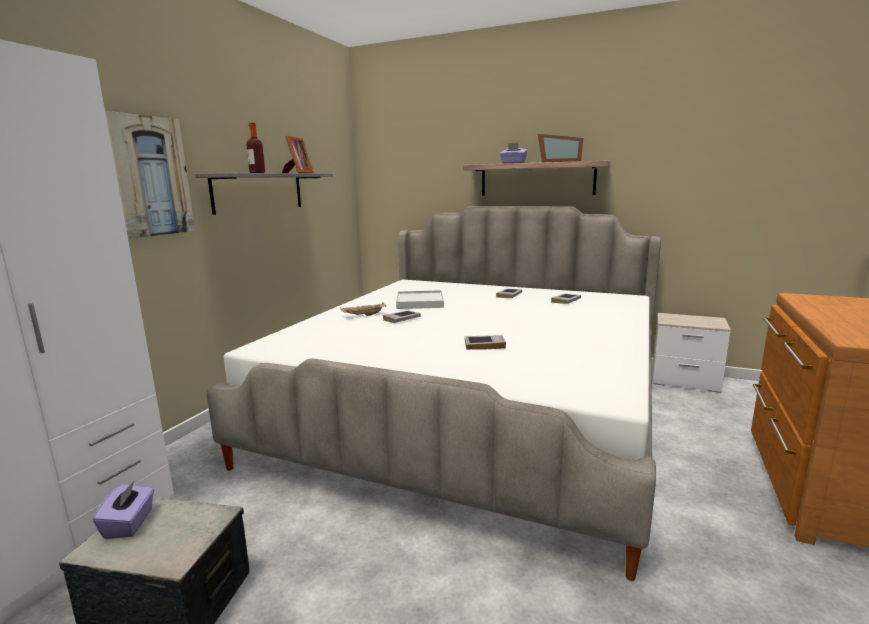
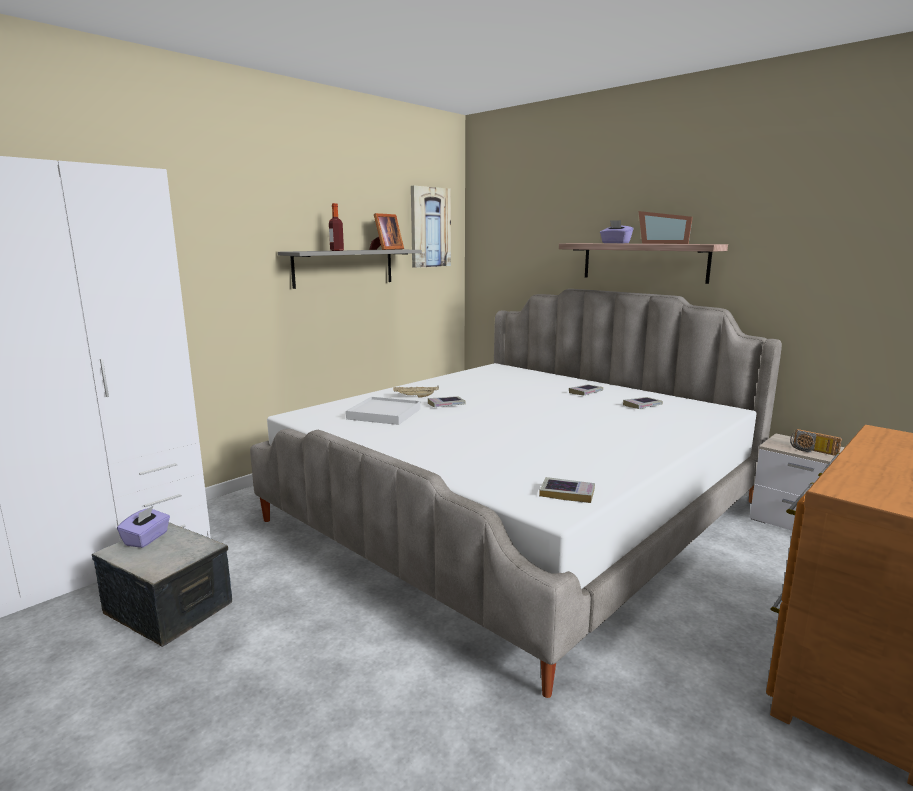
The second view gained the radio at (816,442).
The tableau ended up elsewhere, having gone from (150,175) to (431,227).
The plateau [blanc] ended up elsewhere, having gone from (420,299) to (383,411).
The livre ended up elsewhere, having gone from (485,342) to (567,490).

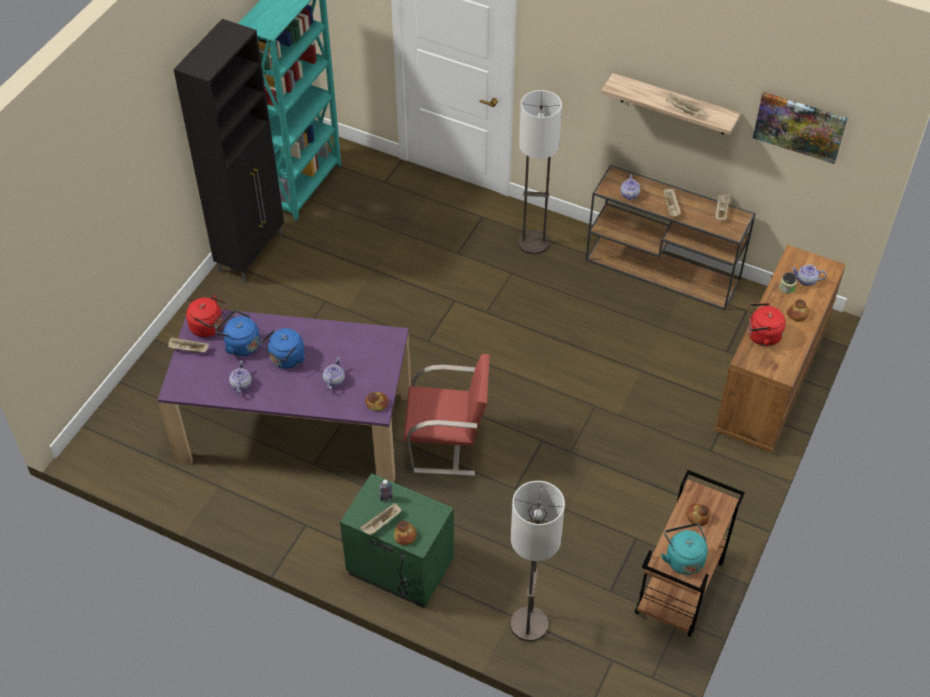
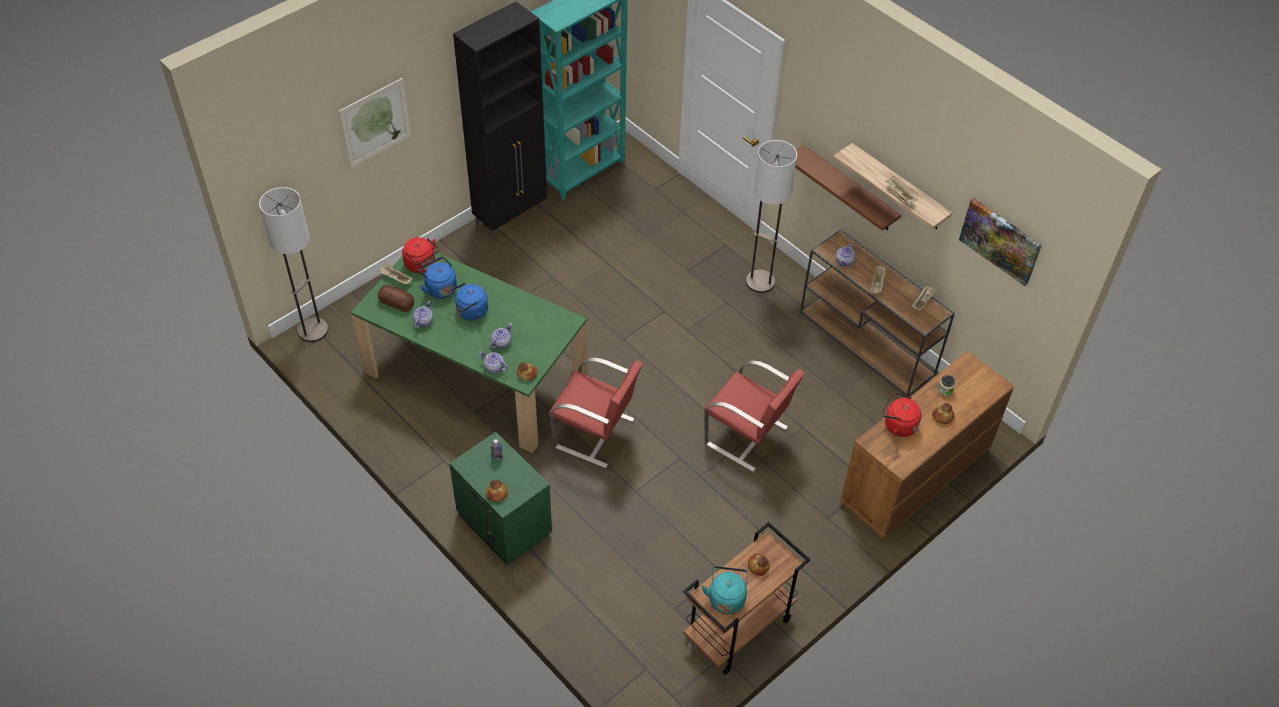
The second view lost the plateau [beige] at (381,519).
The second view gained the tableau at (375,123).
The second view gained the pain at (396,298).
The second view gained the chaise [rouge] at (754,416).
The second view gained the étagère [marron] at (849,188).
The lampadaire ended up elsewhere, having gone from (537,561) to (293,264).
The théière ended up elsewhere, having gone from (809,275) to (493,362).
What was the table à manger [violet] at (284,396) turned into the table à manger [vert] at (469,352).

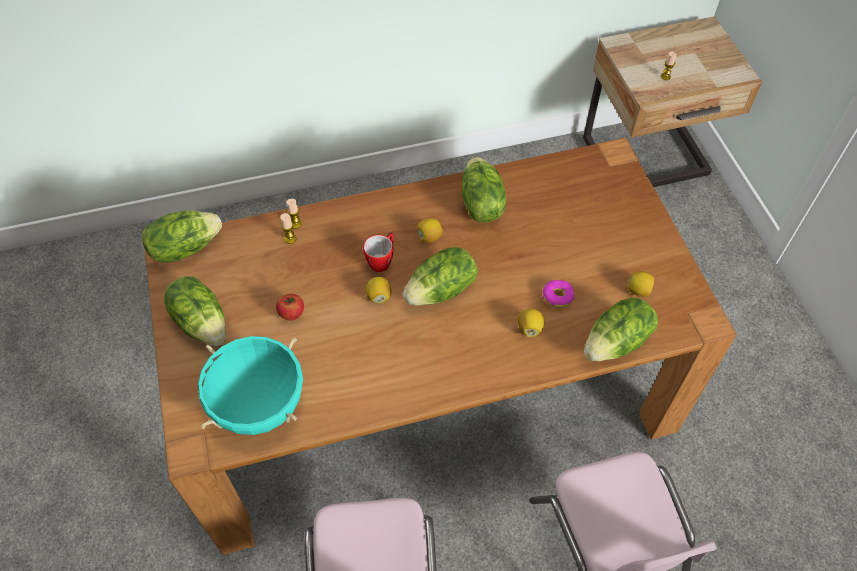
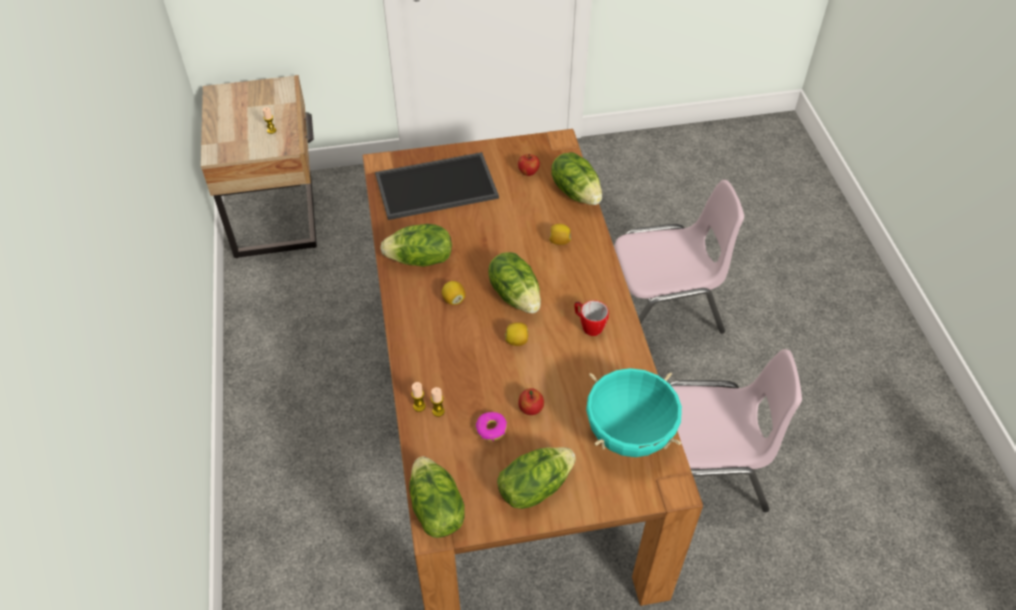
The second view gained the plateau at (437,186).
The mug ended up elsewhere, having gone from (378,252) to (592,318).
The beignet ended up elsewhere, having gone from (558,294) to (491,426).
Where the citron stood at (640,284), the pomme came to stand at (529,165).

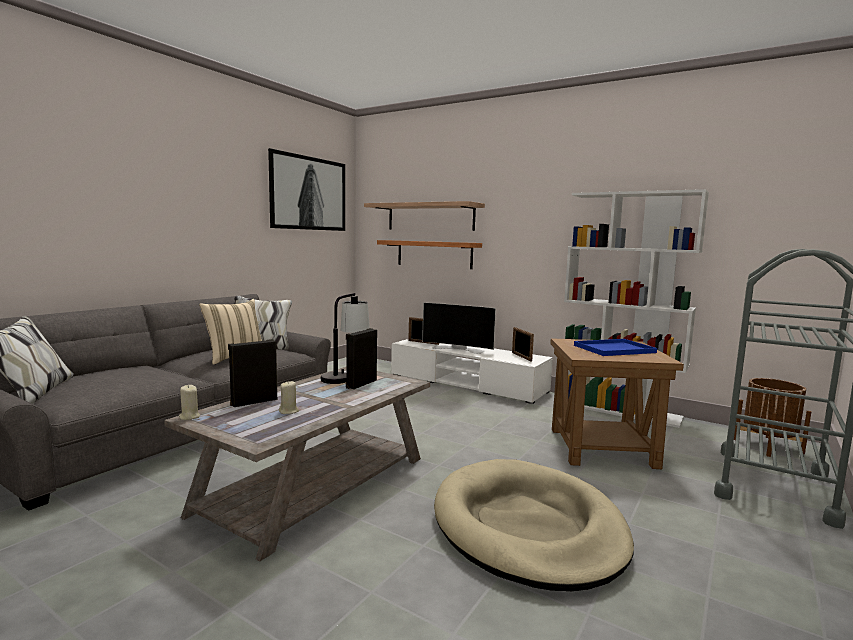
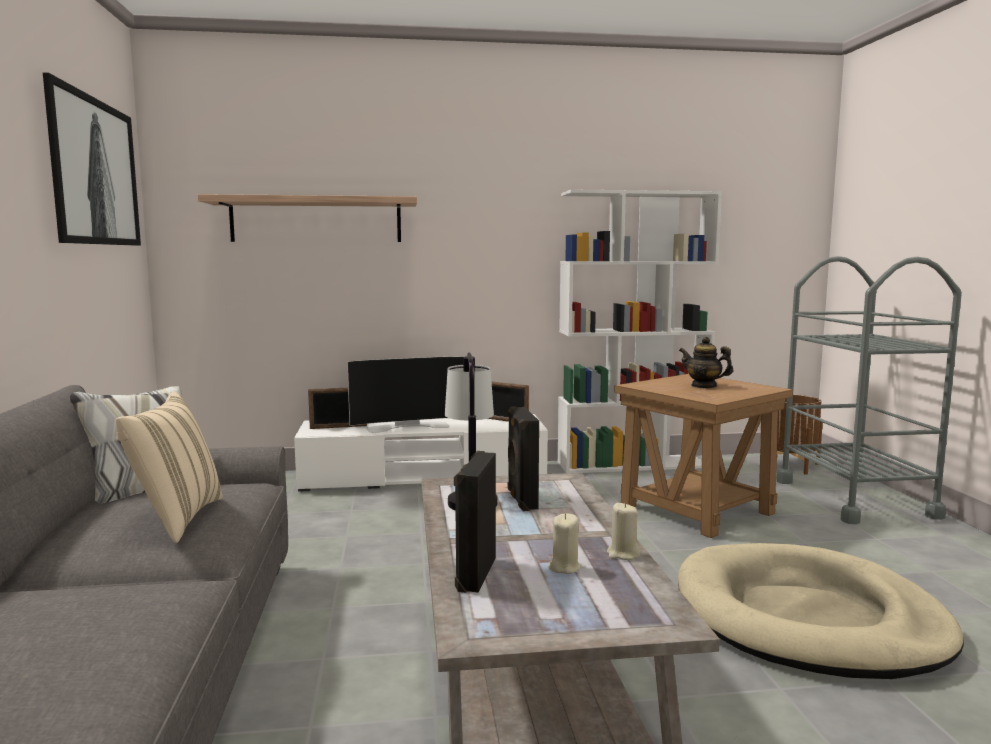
The second view lost the étagère at (429,254).
The bougie [beige] ended up elsewhere, having gone from (189,402) to (623,531).
Where the plateau [bleu] stood at (615,347), the théière came to stand at (706,362).

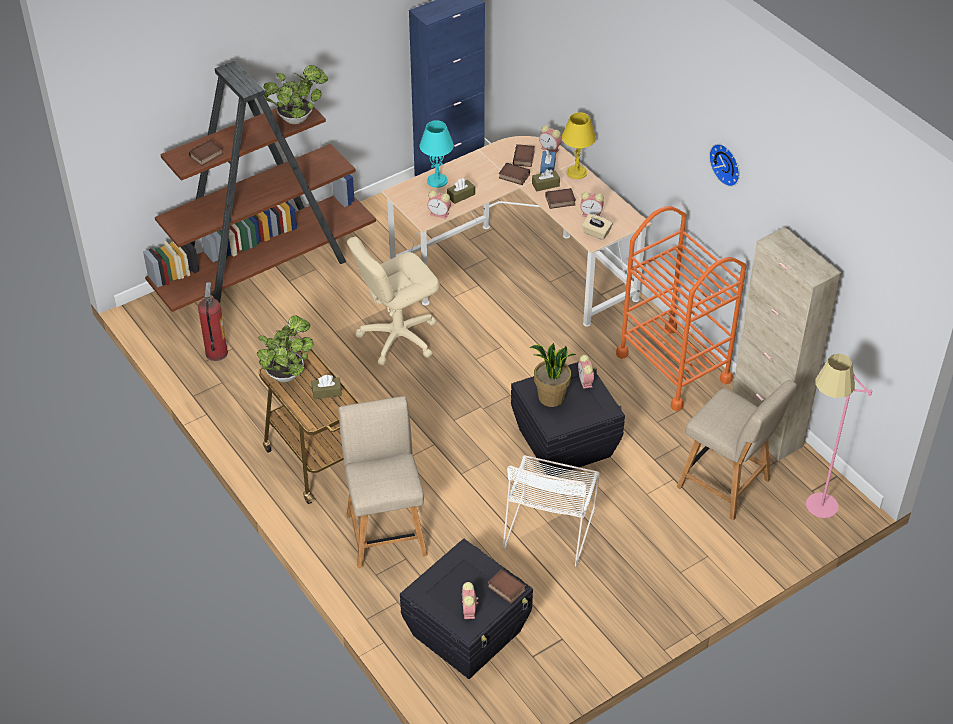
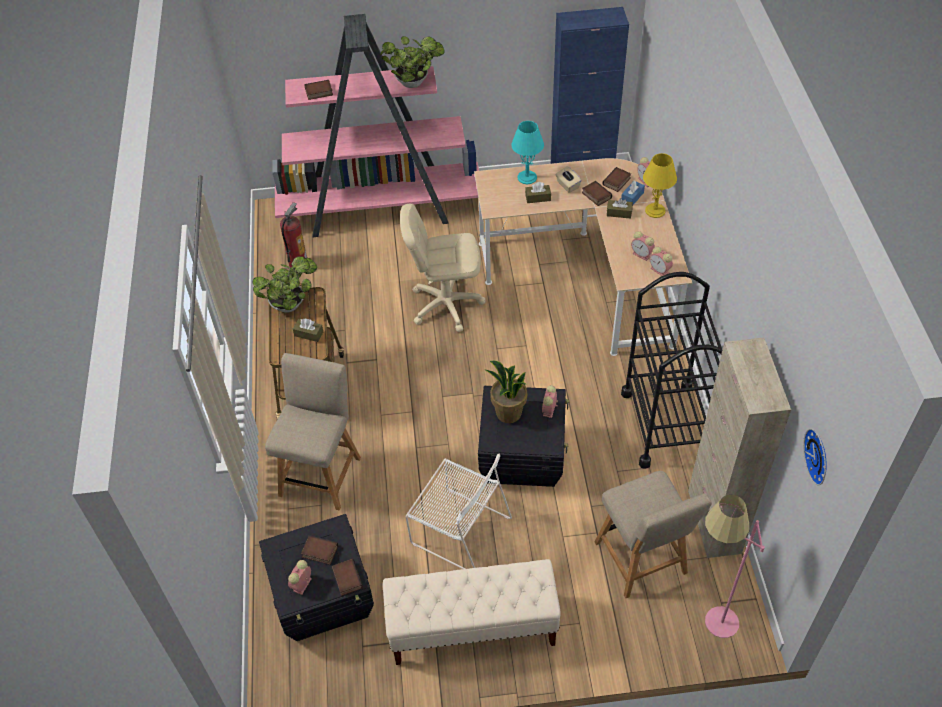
The second view gained the banc [beige] at (472,612).
The réveil ended up elsewhere, having gone from (439,205) to (661,261).
The livre ended up elsewhere, having gone from (560,198) to (319,550).
The boîte à mouchoirs [beige] ended up elsewhere, having gone from (597,227) to (568,179).
The horloge murale ended up elsewhere, having gone from (724,165) to (815,456).
What was the bibliothèque [marron] at (259,186) turned into the bibliothèque [rose] at (375,125).
What was the chariot [orange] at (681,308) turned into the chariot [noir] at (671,370).
The chaise [blanc] at (551,511) ended up facing another way, 105 degrees counterclockwise from before.

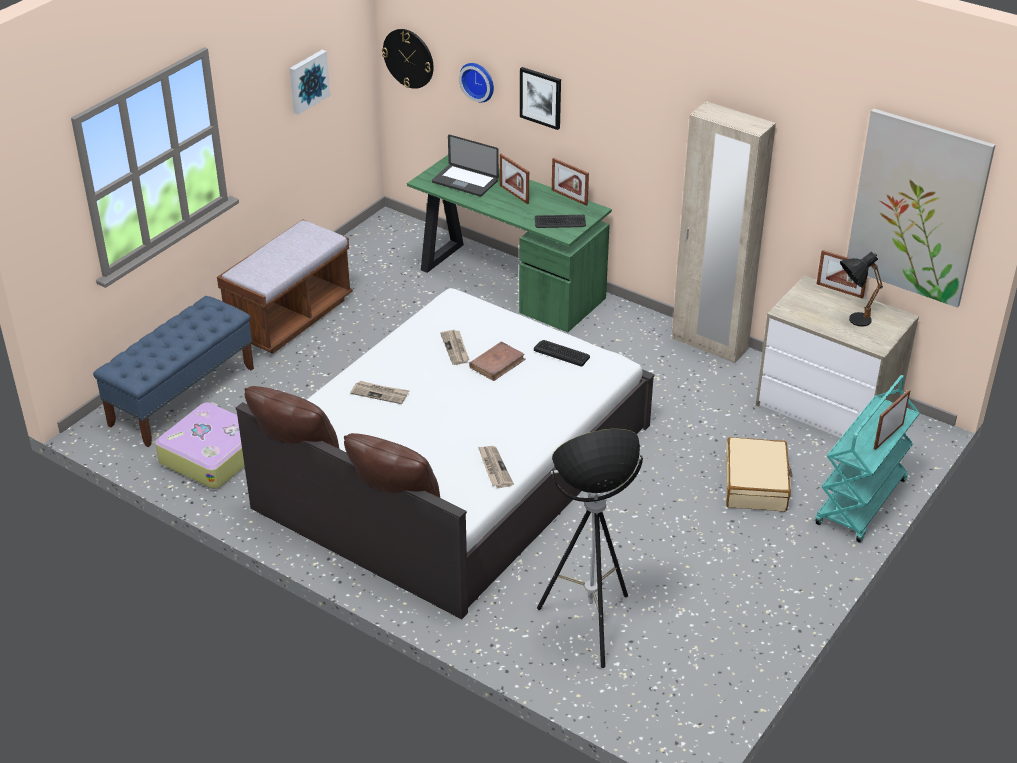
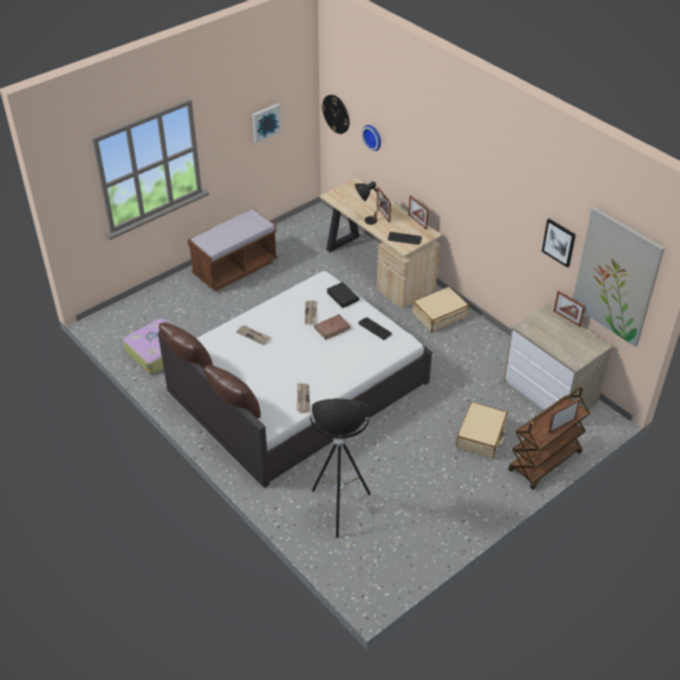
The second view lost the banc [bleu] at (173,371).
The second view lost the ordinateur portable at (465,166).
The second view lost the armoire [beige] at (724,232).
The second view gained the livre [noir] at (342,295).
The second view gained the valise [beige] at (440,309).
The tableau ended up elsewhere, having gone from (540,98) to (559,243).
The lampe de table [noir] ended up elsewhere, having gone from (861,289) to (369,203).
What was the bureau [vert] at (509,243) turned into the bureau [beige] at (380,243).
What was the chariot [turquoise] at (867,459) turned into the chariot [marron] at (549,438).

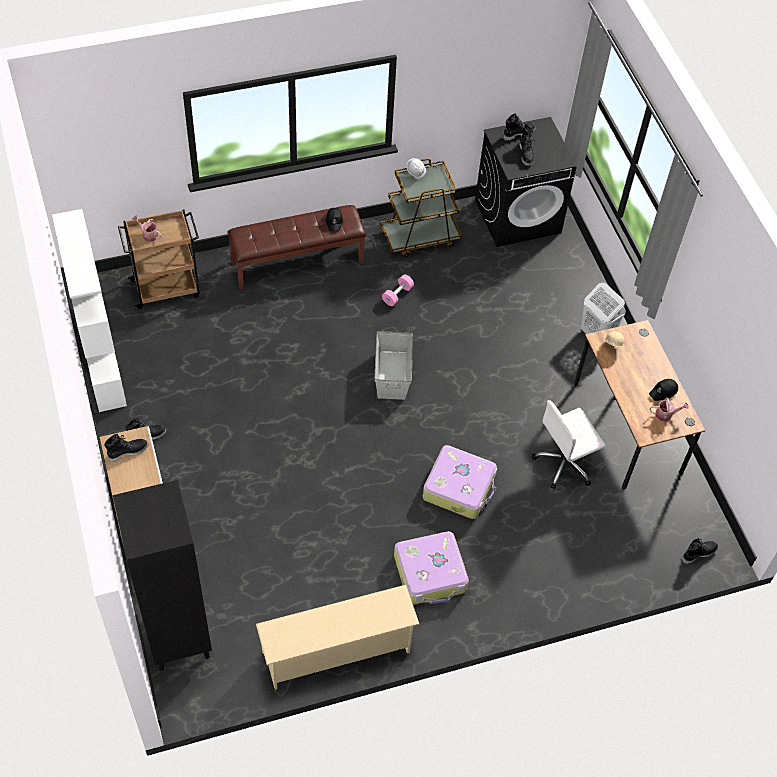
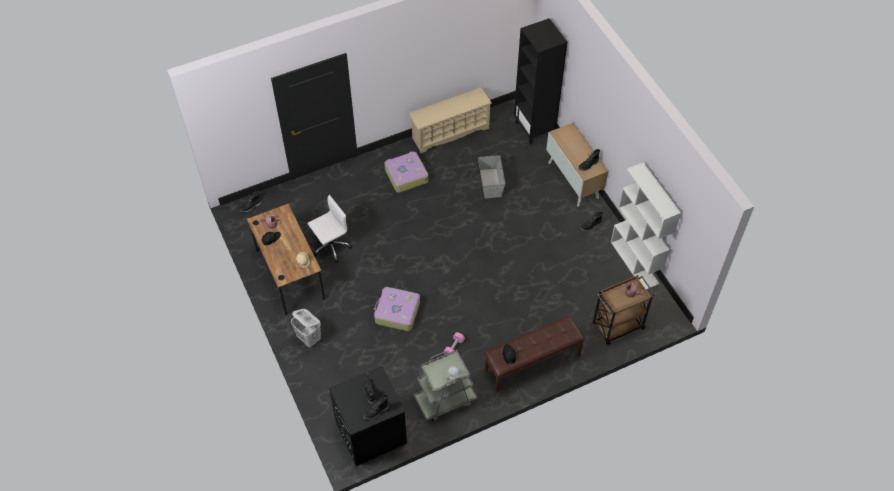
The boîte de rangement [gris] ended up elsewhere, having gone from (393,365) to (491,177).
The valise ended up elsewhere, having gone from (459,482) to (397,309).
What was the chariot [marron] at (421,207) turned into the chariot [gris] at (445,385).

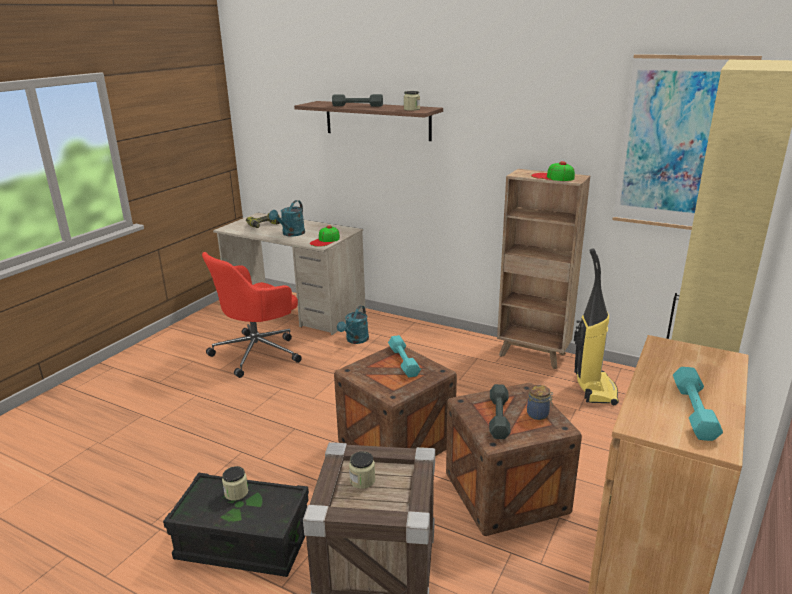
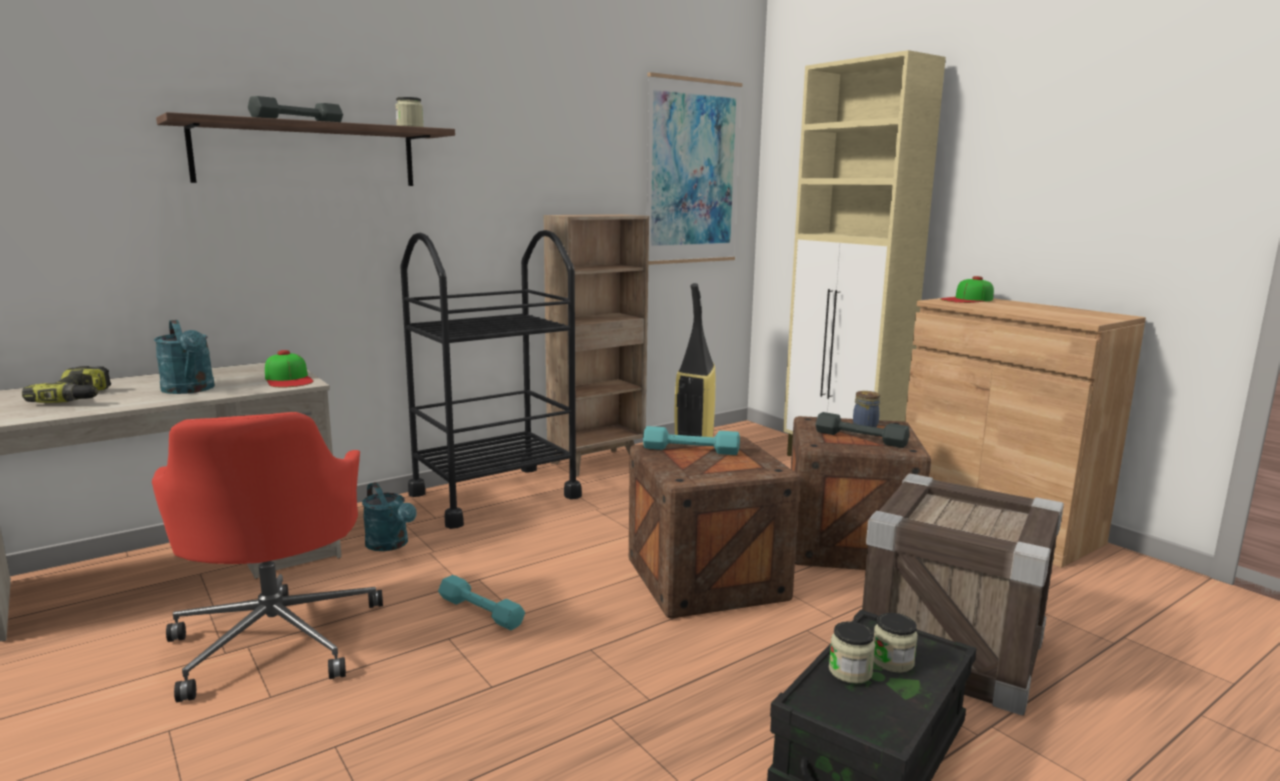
The second view gained the chariot [noir] at (491,379).
The bocal ended up elsewhere, having gone from (362,470) to (896,642).
The casquette ended up elsewhere, having gone from (553,171) to (967,289).
The haltère [turquoise] ended up elsewhere, having gone from (698,404) to (481,602).

